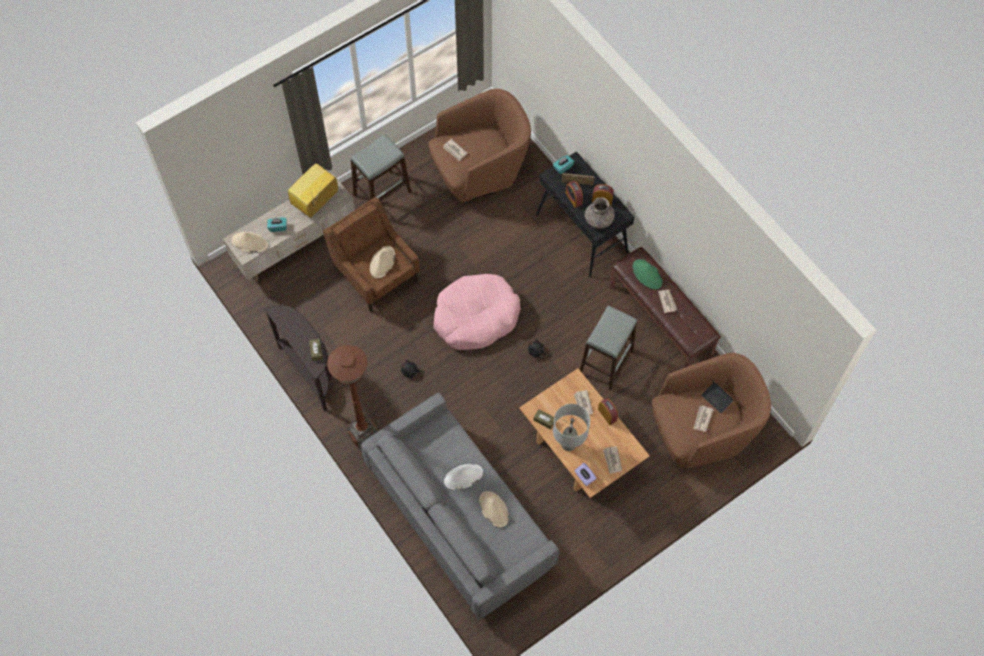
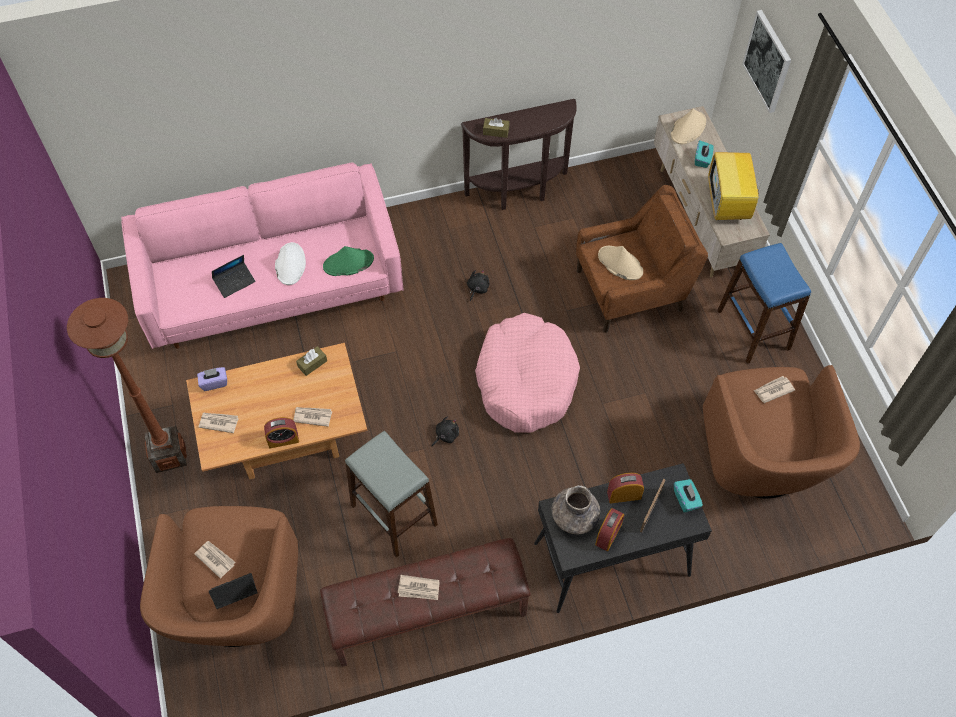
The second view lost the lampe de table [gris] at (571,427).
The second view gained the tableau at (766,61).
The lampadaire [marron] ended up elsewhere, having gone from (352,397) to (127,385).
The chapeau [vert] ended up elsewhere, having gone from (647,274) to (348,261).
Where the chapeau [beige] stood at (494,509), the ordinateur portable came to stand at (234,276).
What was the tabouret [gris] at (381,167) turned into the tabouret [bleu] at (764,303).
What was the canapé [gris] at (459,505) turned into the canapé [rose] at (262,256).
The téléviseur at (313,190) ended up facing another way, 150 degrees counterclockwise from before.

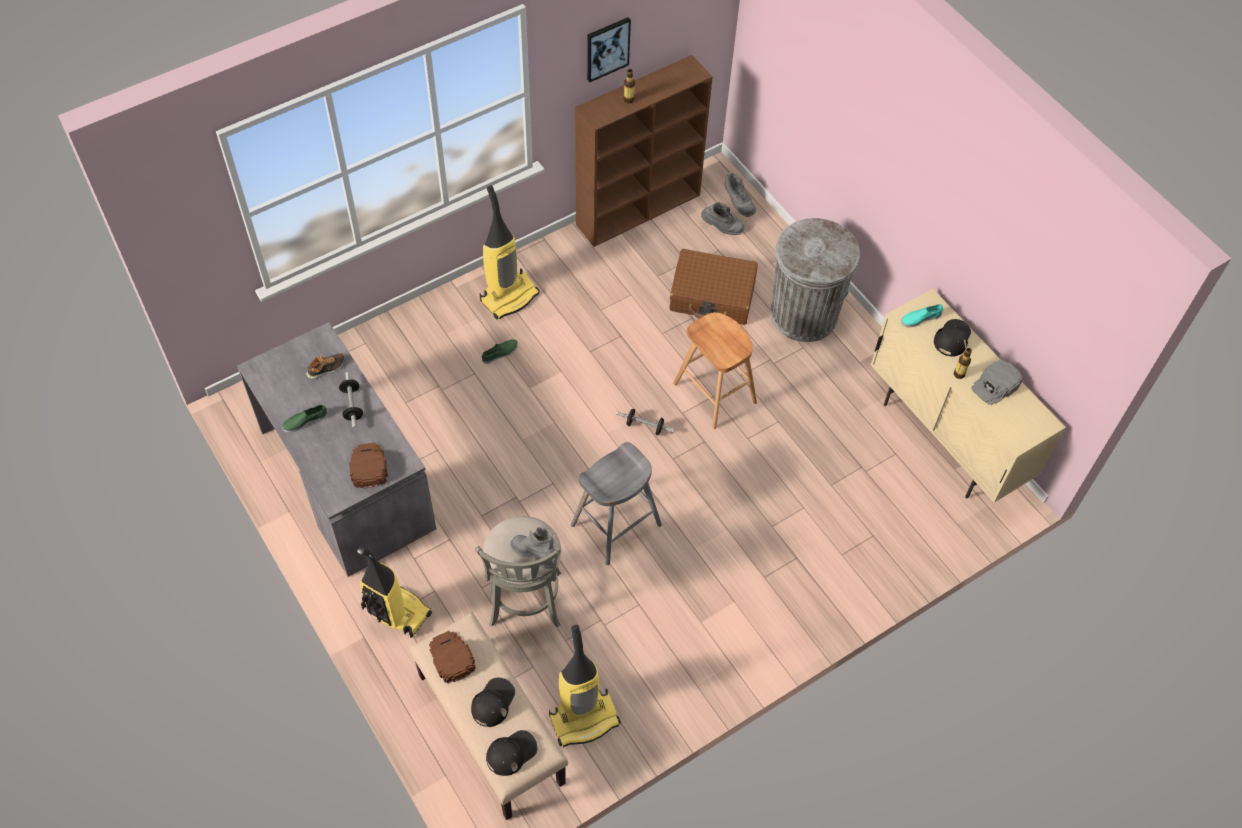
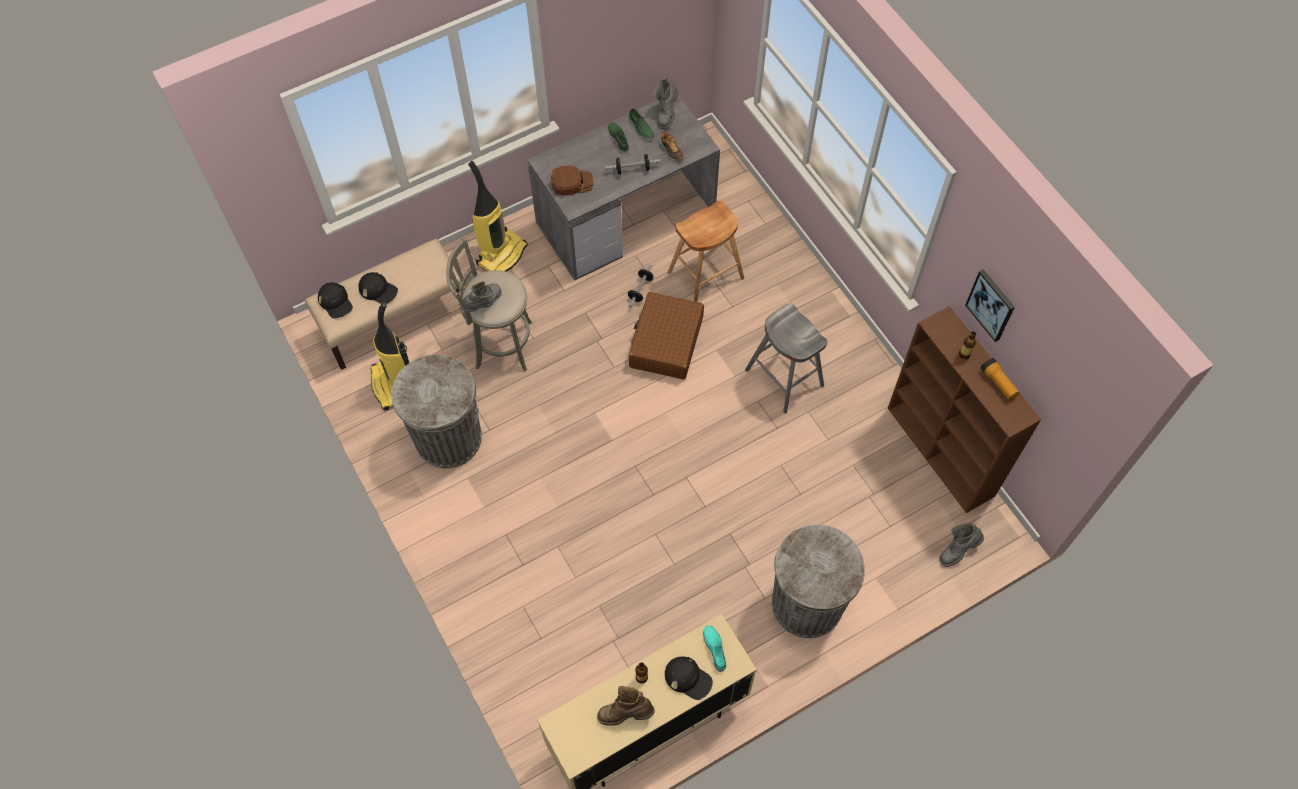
The second view lost the casquette [marron] at (452,657).
The second view lost the aspirateur at (510,252).
The second view gained the poubelle [gris] at (436,411).
The second view gained the lampe de poche at (1000,379).
The chaussure [vert] ended up elsewhere, having gone from (500,351) to (641,124).
The tabouret [gris] ended up elsewhere, having gone from (616,503) to (786,358).
The haltère ended up elsewhere, having gone from (645,422) to (640,285).
The valise [marron] ended up elsewhere, having gone from (714,287) to (666,336).
The tabouret [marron] ended up elsewhere, having gone from (715,370) to (706,251).
The botte [gris] ended up elsewhere, having gone from (723,218) to (665,103).
Where the casquette [gris] stood at (997,382), the botte [marron] came to stand at (626,706).

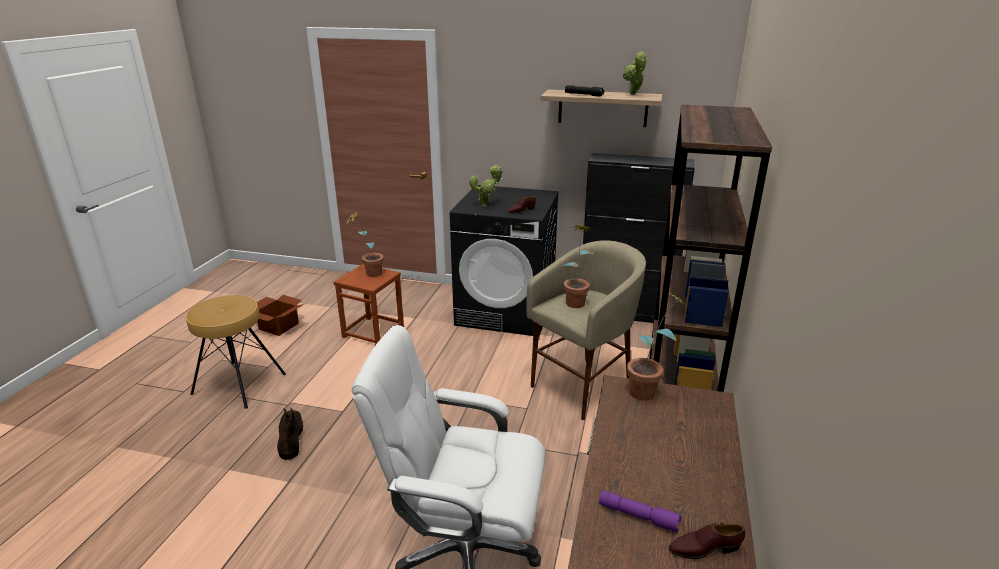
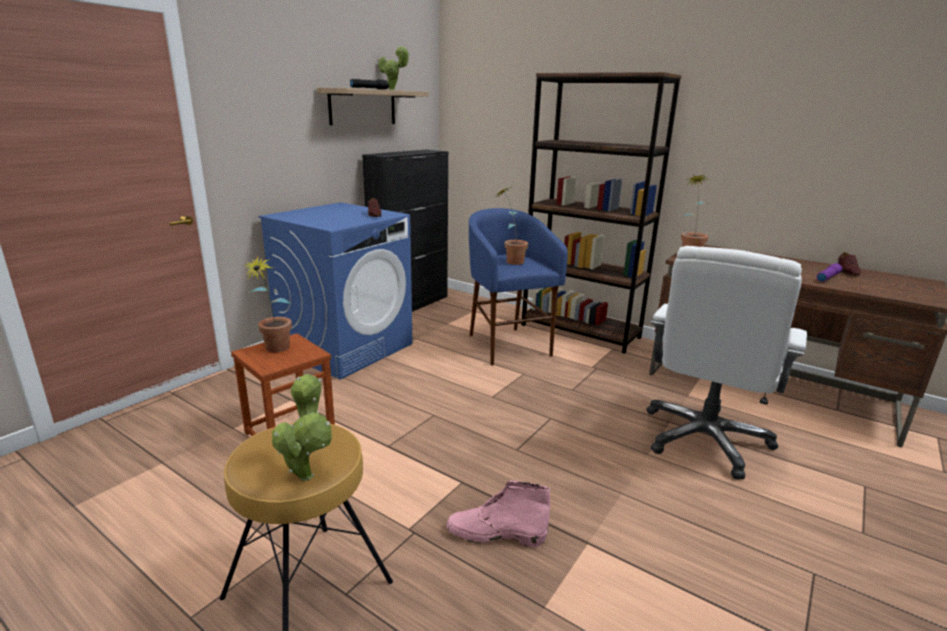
The second view lost the carton at (280,315).
The plante en pot ended up elsewhere, having gone from (486,185) to (302,427).
What was the botte [marron] at (290,434) turned into the botte [rose] at (498,514).
What was the lave-linge [noir] at (504,260) turned into the lave-linge [bleu] at (335,290).
What was the tabouret [beige] at (586,330) turned into the tabouret [bleu] at (518,287).

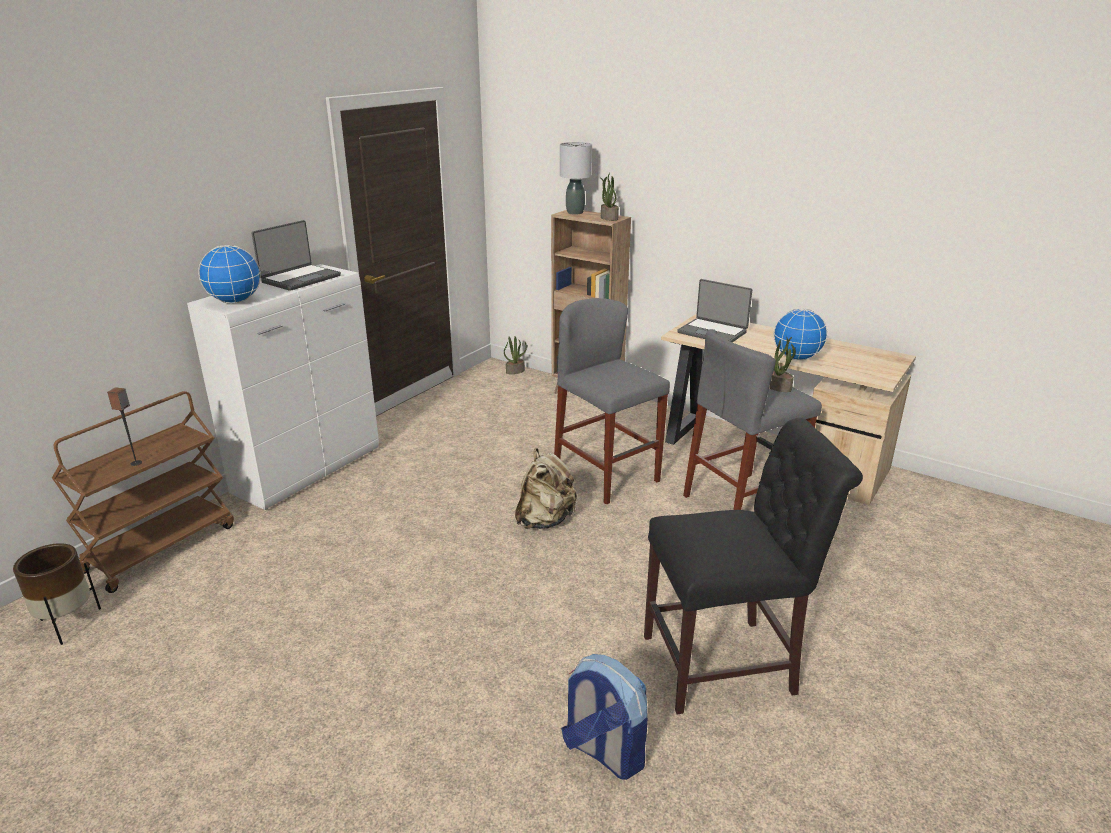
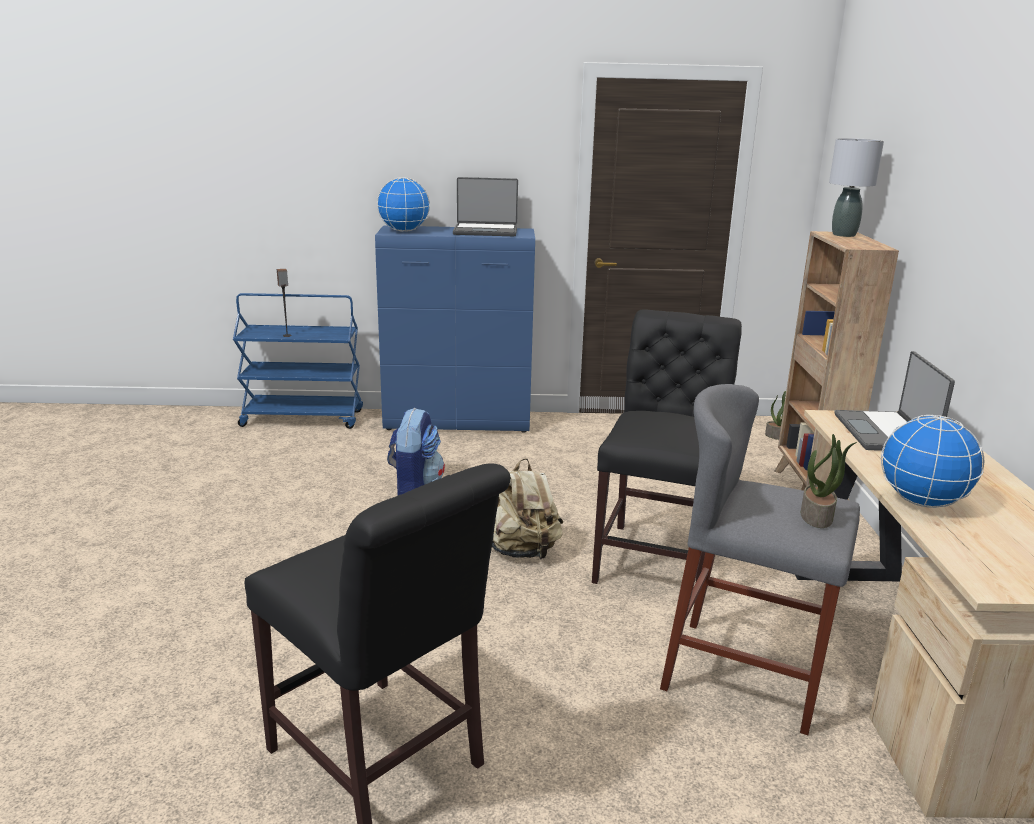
The second view lost the cache-pot [marron] at (57,594).
The second view lost the plante en pot at (609,196).
The sac à dos ended up elsewhere, having gone from (604,717) to (416,451).
Where the tabouret [gris] stood at (612,401), the chaise [noir] came to stand at (667,456).
What was the chariot [marron] at (143,492) turned into the chariot [bleu] at (298,361).
What was the meuble de rangement [blanc] at (283,387) turned into the meuble de rangement [bleu] at (455,329).

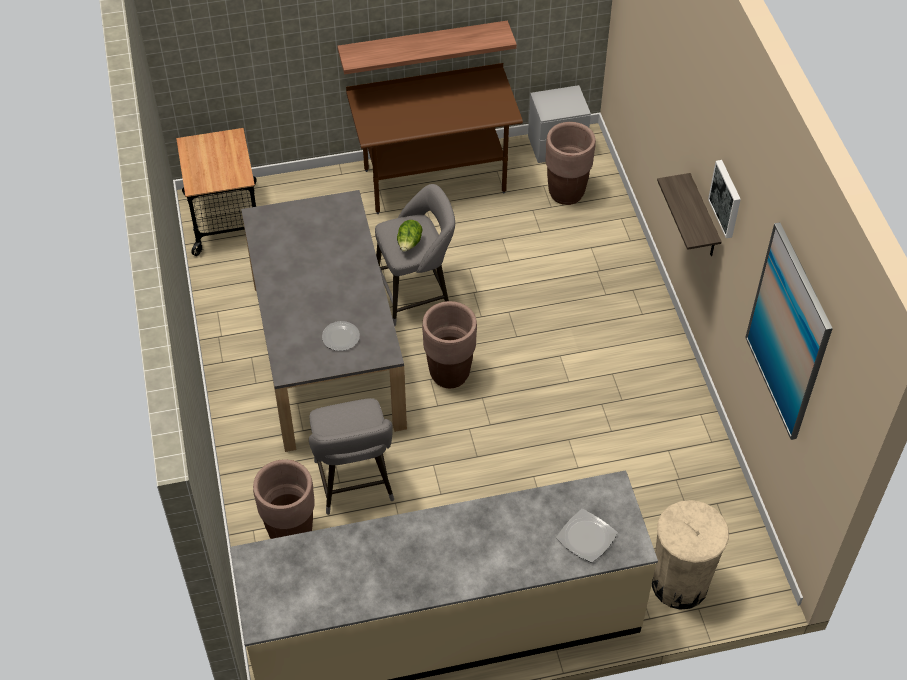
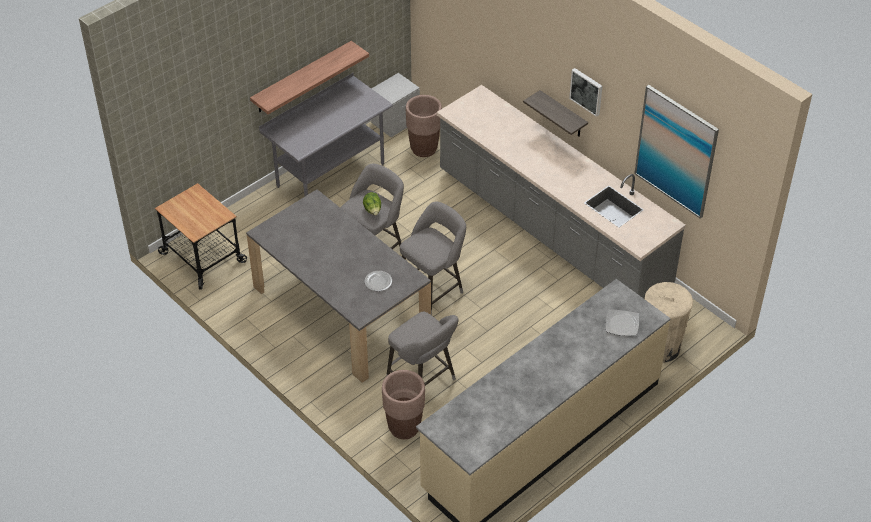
The second view gained the comptoir de cuisine [gris] at (561,191).
Where the cache-pot [marron] stood at (449,344), the tabouret [gris] came to stand at (433,258).
What was the bureau [marron] at (434,138) turned into the bureau [gris] at (326,134).

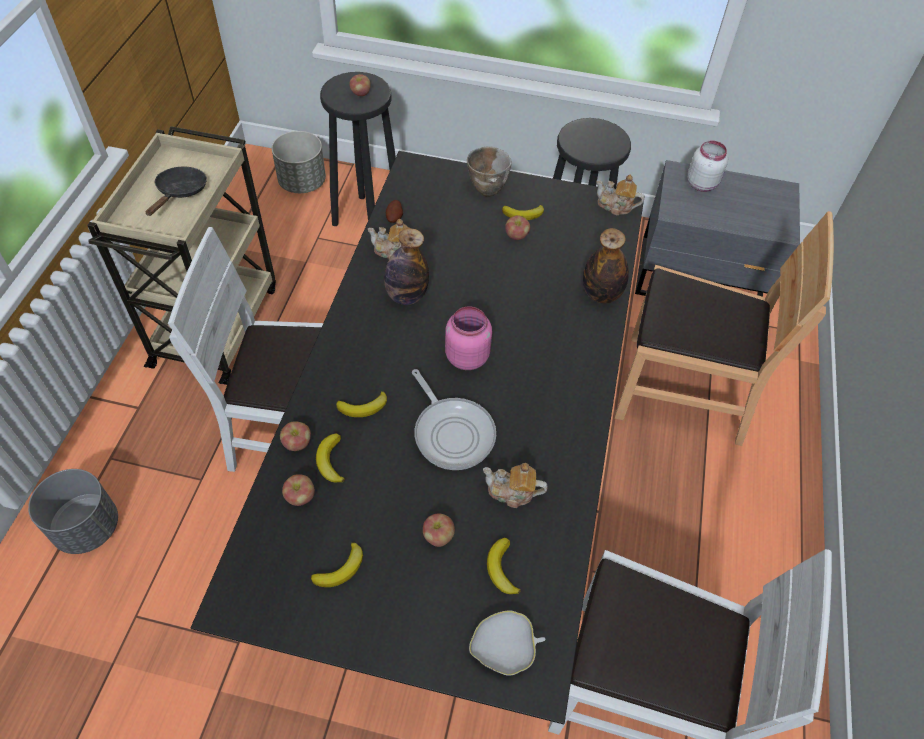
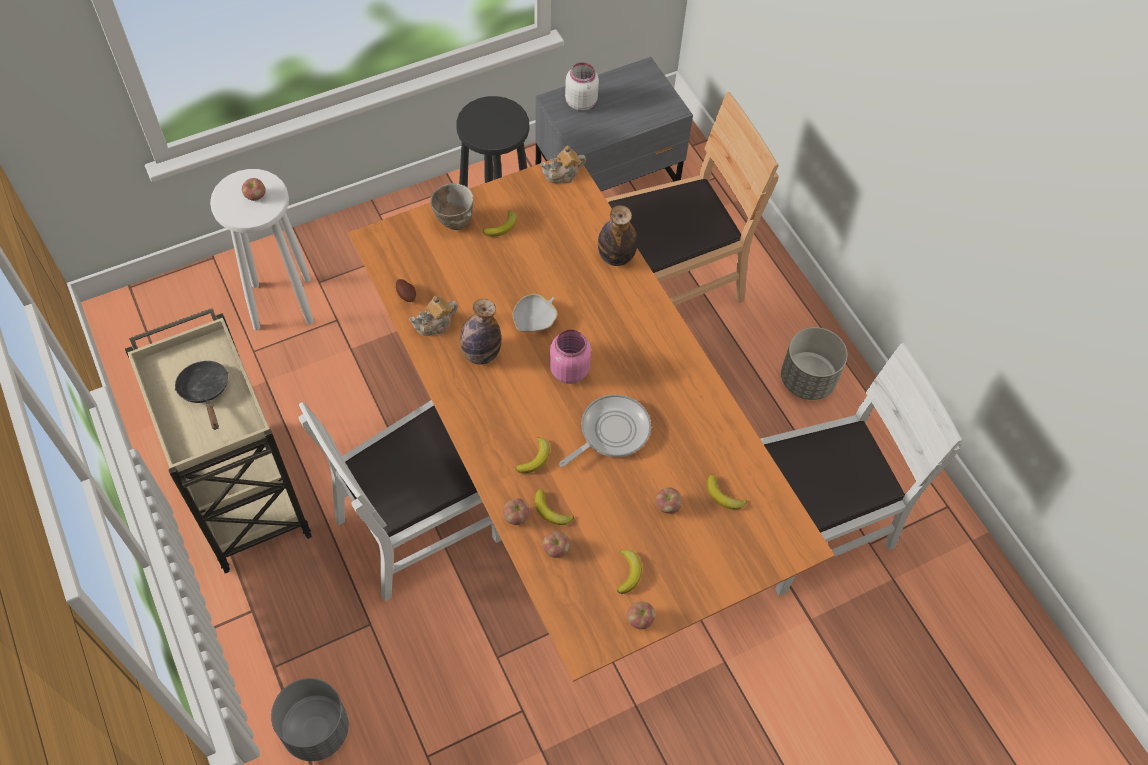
The second view lost the théière at (515,485).
The cache-pot [gris] ended up elsewhere, having gone from (299,162) to (814,363).
The bol [blanc] ended up elsewhere, having gone from (507,643) to (535,313).
The pomme ended up elsewhere, having gone from (517,228) to (641,615).
What was the table à manger [noir] at (418,437) turned into the table à manger [orange] at (591,417).
What was the tabouret [noir] at (358,149) turned into the tabouret [blanc] at (262,250).
The poêle at (454,419) ended up facing another way, 60 degrees counterclockwise from before.

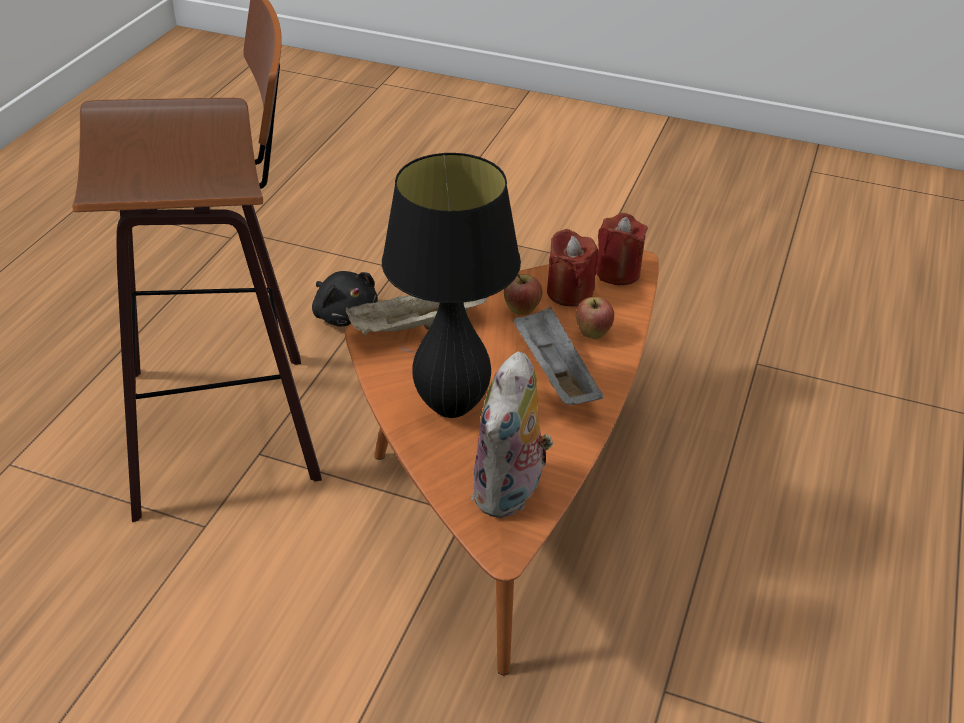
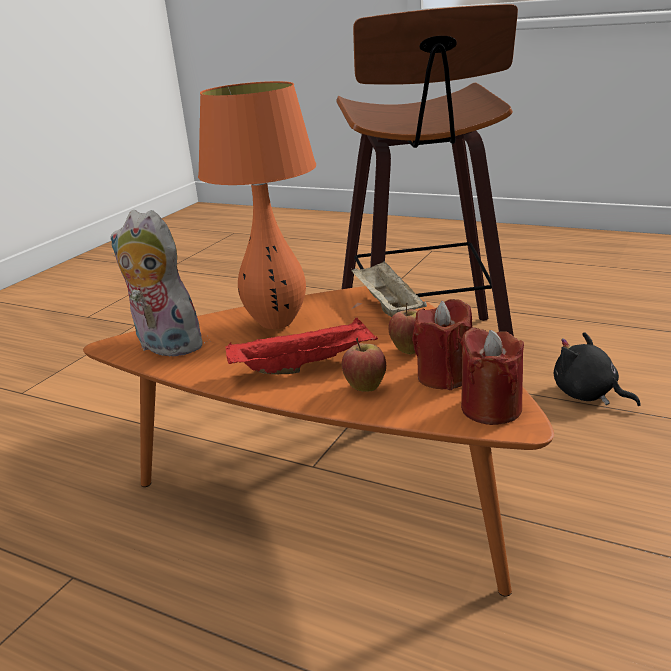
What was the lampe de table [noir] at (451,285) turned into the lampe de table [orange] at (257,205).
What was the plateau [gris] at (558,356) turned into the plateau [rouge] at (301,346).
The peluche [noir] at (345,298) ended up facing another way, 75 degrees clockwise from before.

